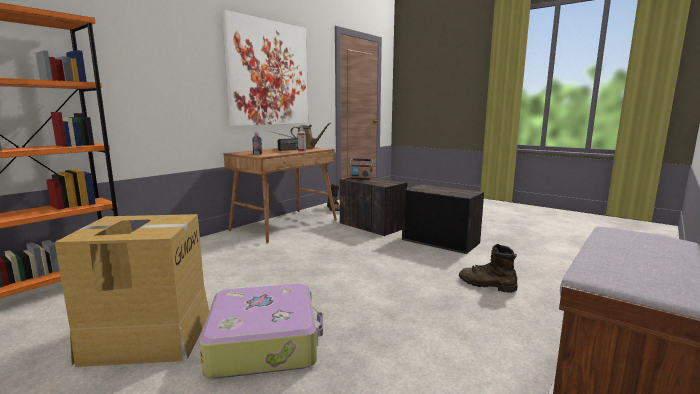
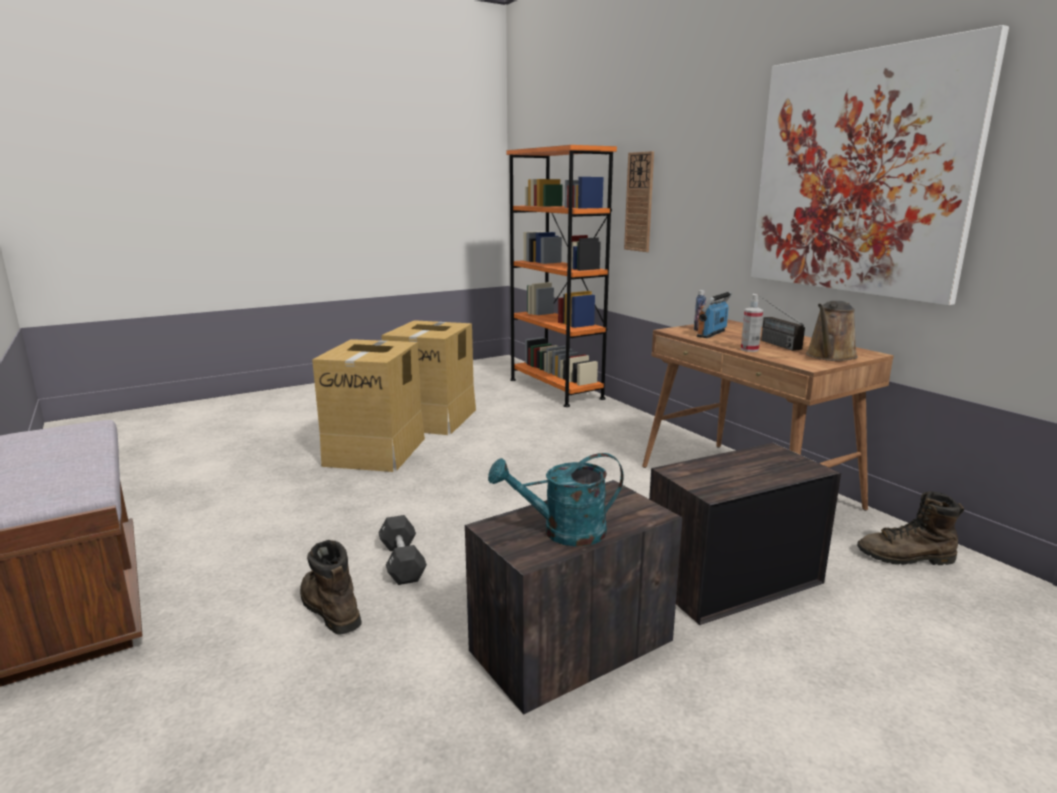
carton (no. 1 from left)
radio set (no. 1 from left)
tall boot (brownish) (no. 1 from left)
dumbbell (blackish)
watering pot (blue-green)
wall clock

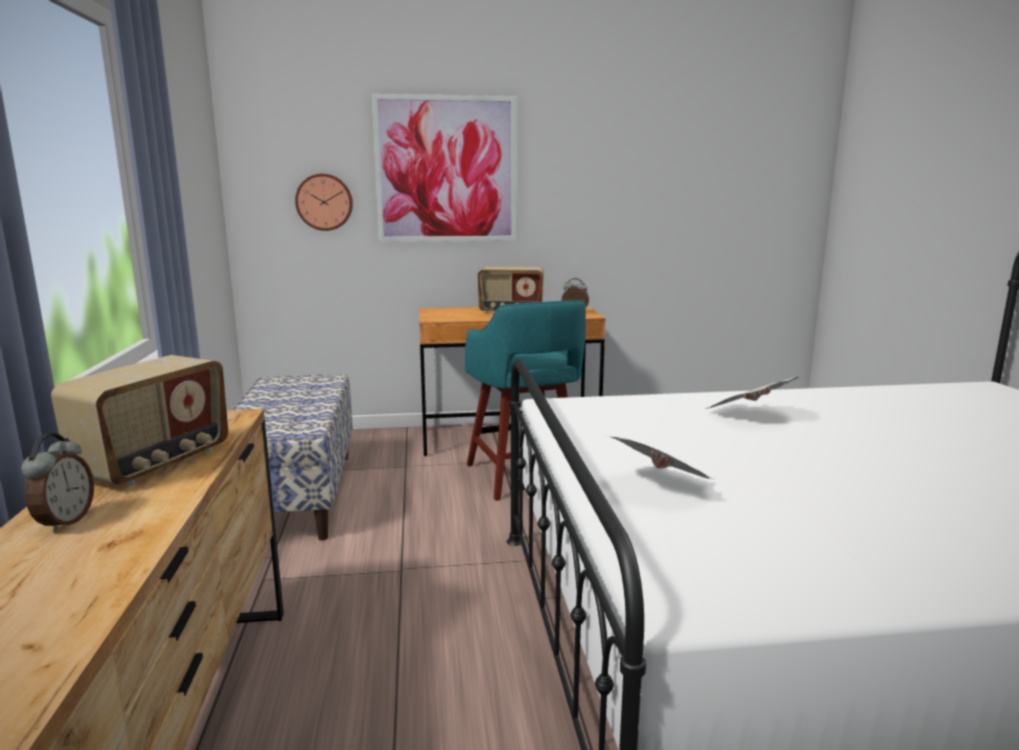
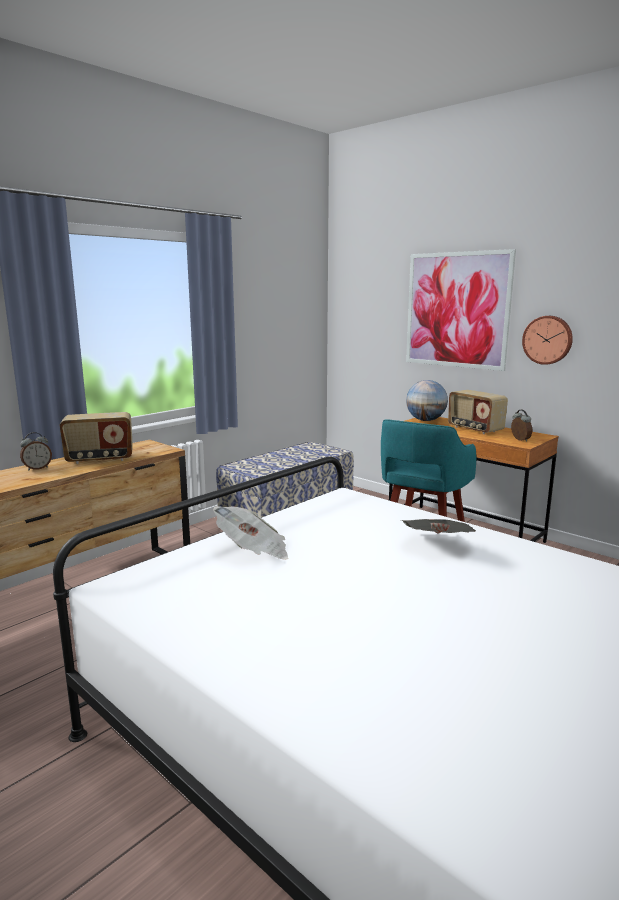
wall clock
world globe

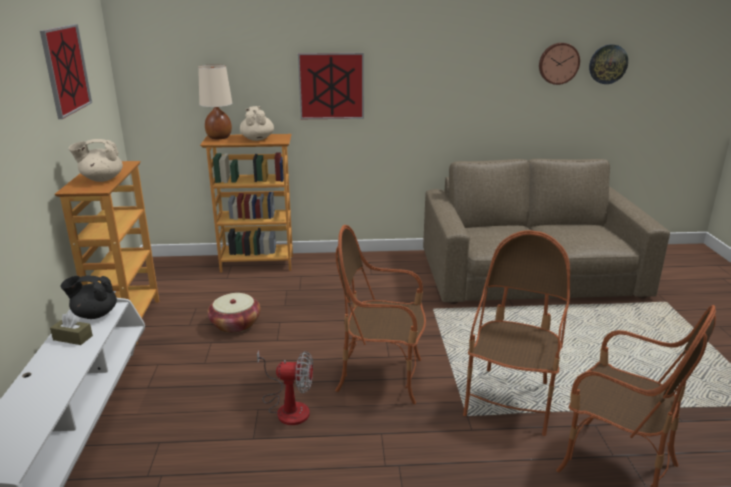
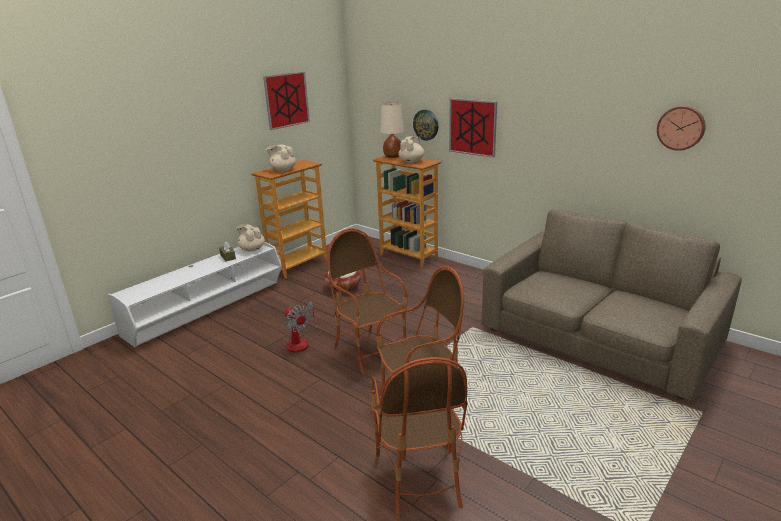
pot for tea (sand-coloured) (no. 1 from left)
wall clock (no. 1 from left)

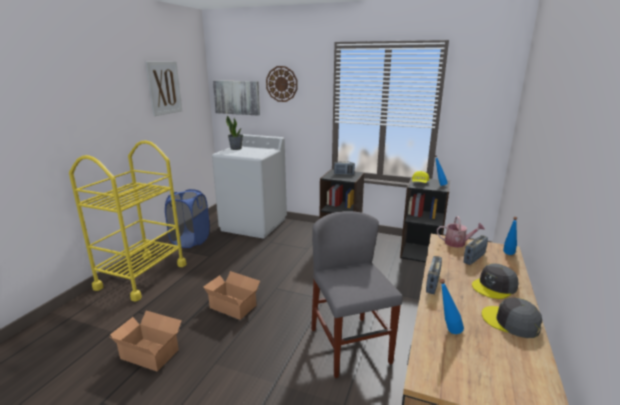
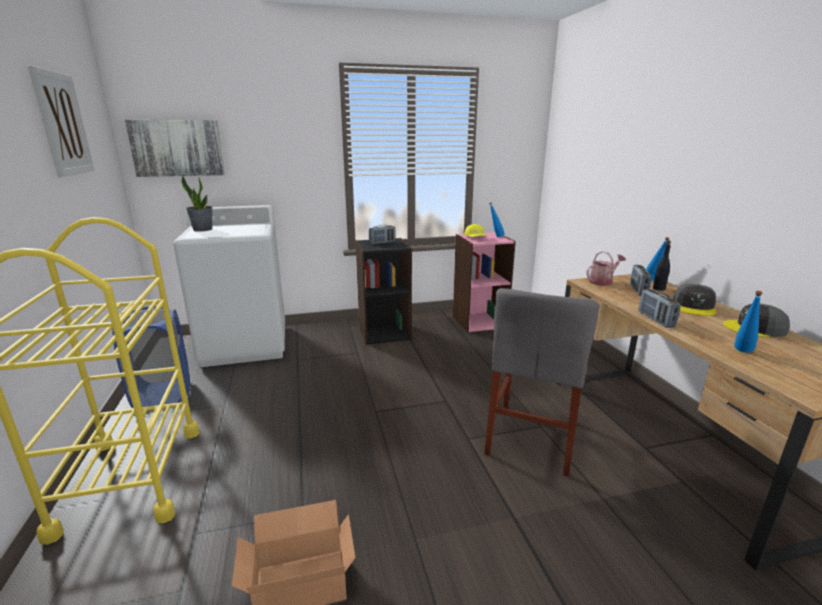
carton (no. 2 from left in the first image)
wall clock
upright chair (greyish)
bookcase (pink-coloured)
bottle (blackish)

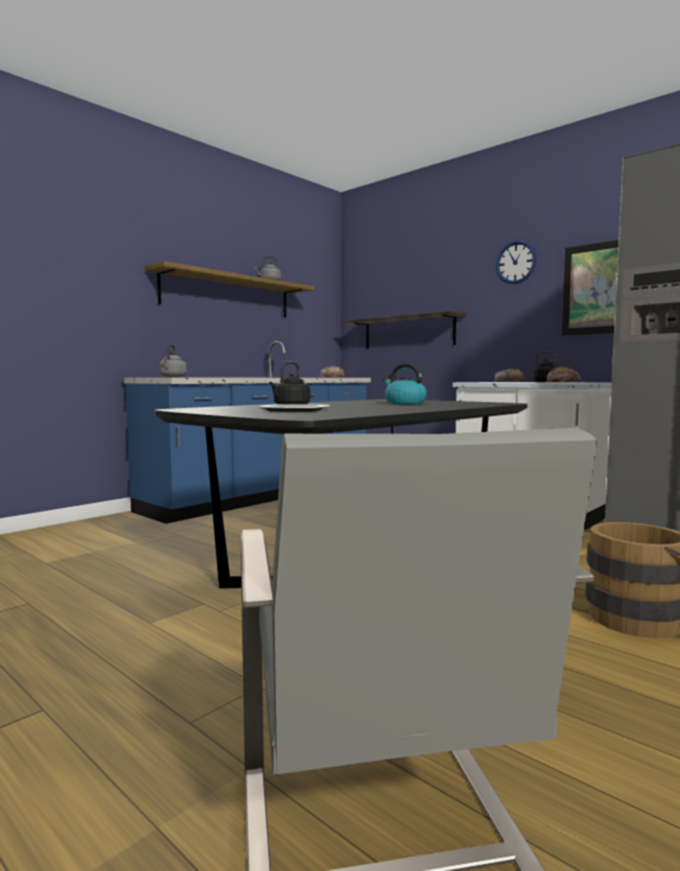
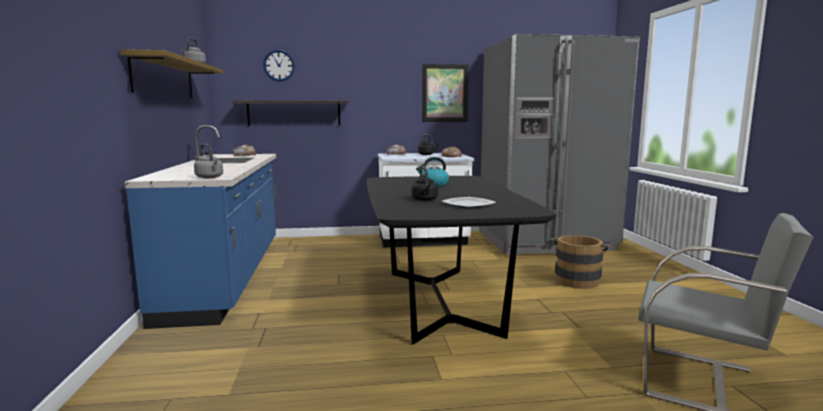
wall clock

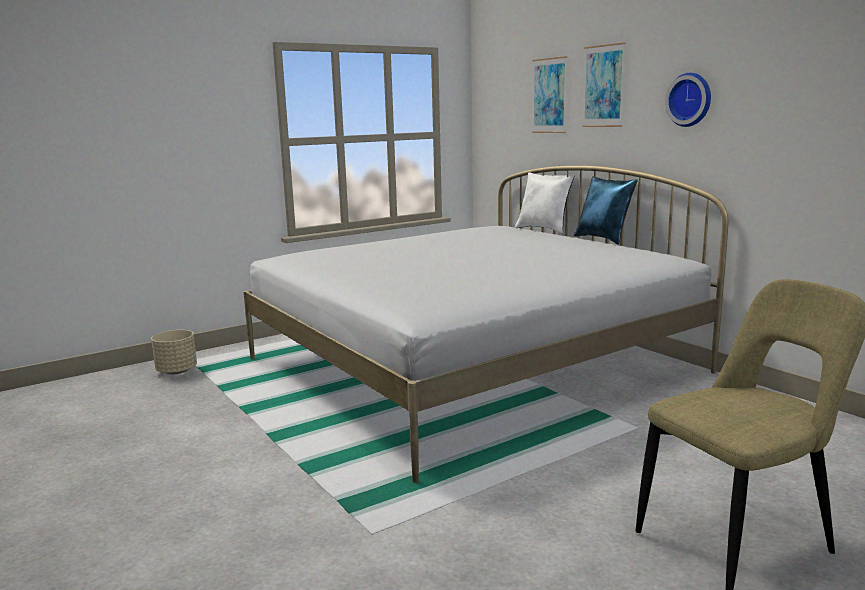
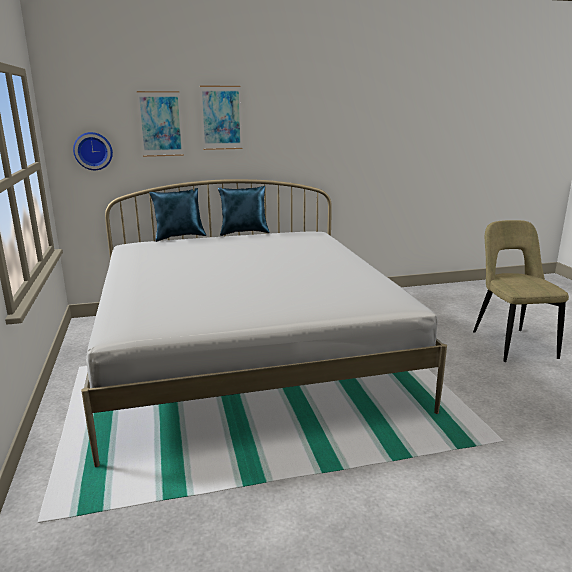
flower pot (sand-coloured)
cushion (blue-coloured) (no. 1 from left)
wall clock

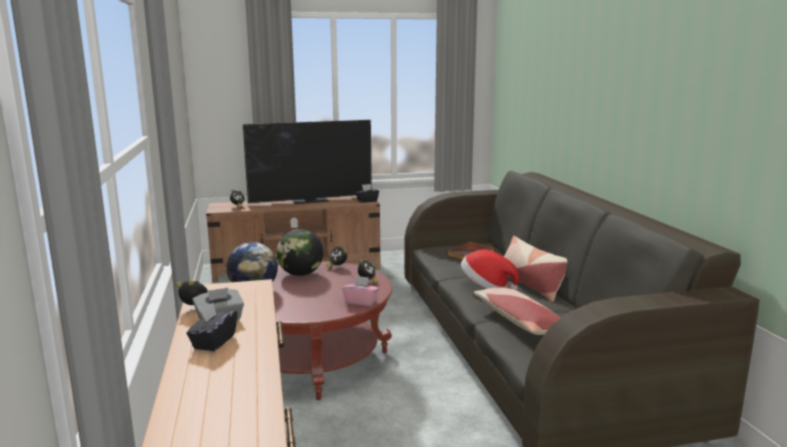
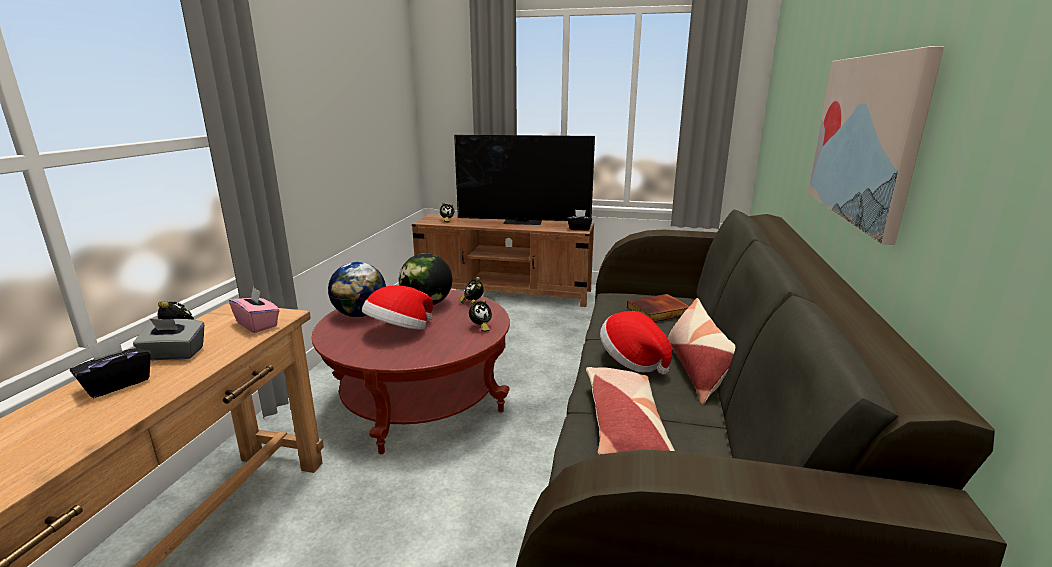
tissue holder (pink-coloured)
clothing hat (no. 1 from left)
wall picture

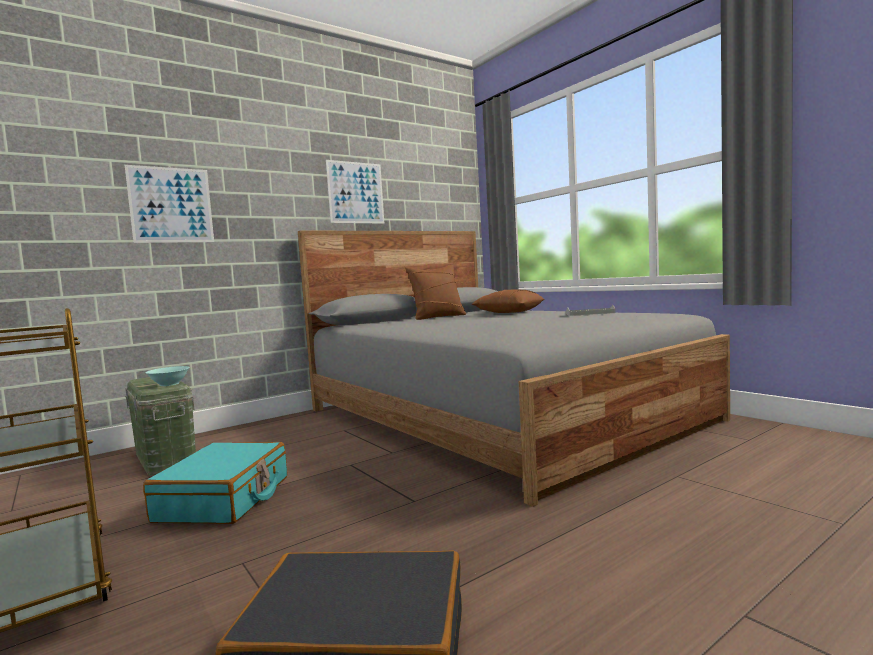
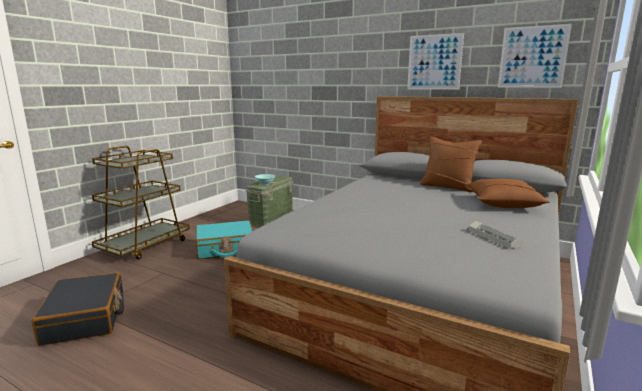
wall picture (no. 2 from left)

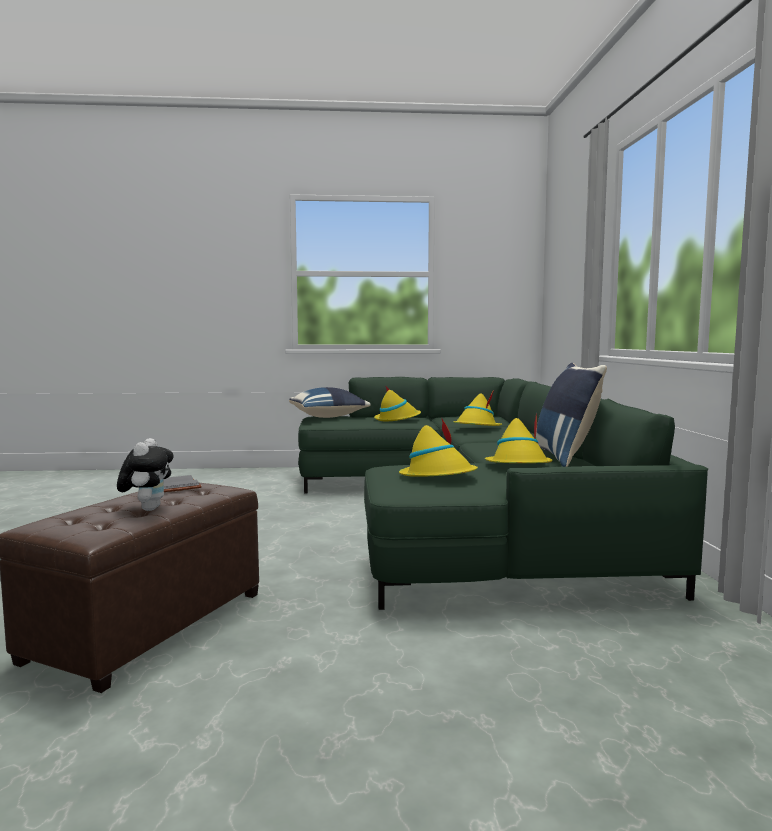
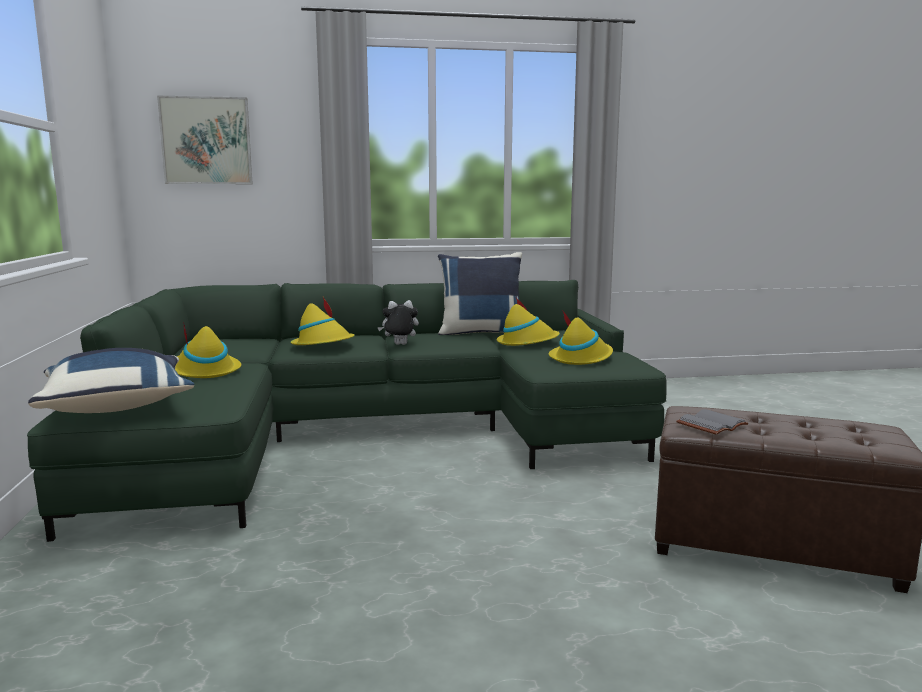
soft toy
wall picture

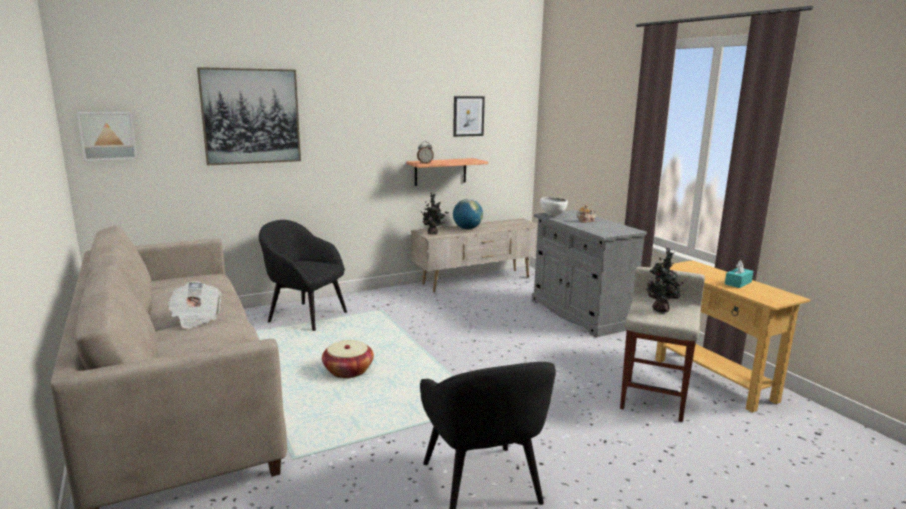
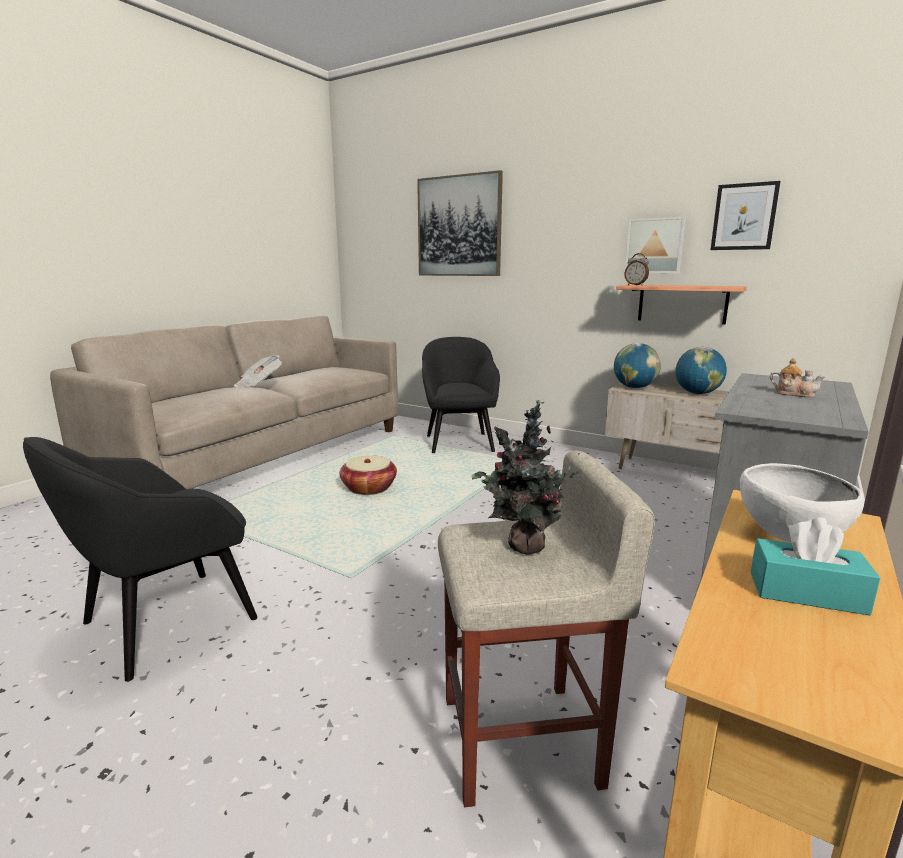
wall picture (no. 2 from left)
world globe (no. 1 from left)
serving bowl (whitish)

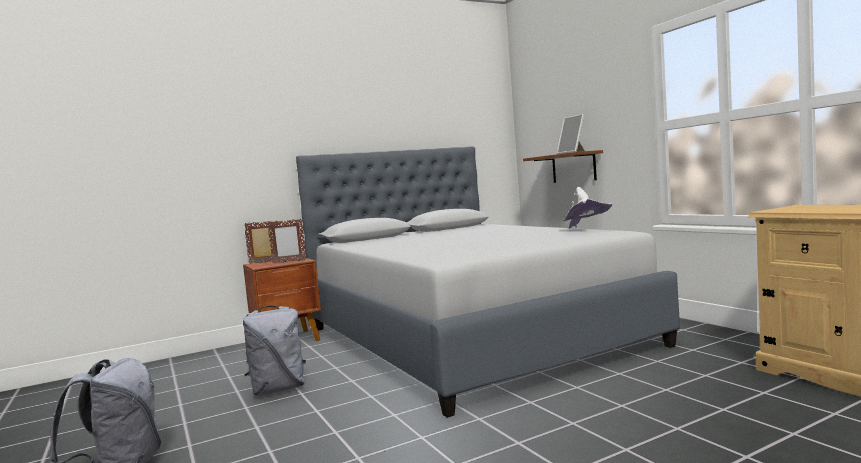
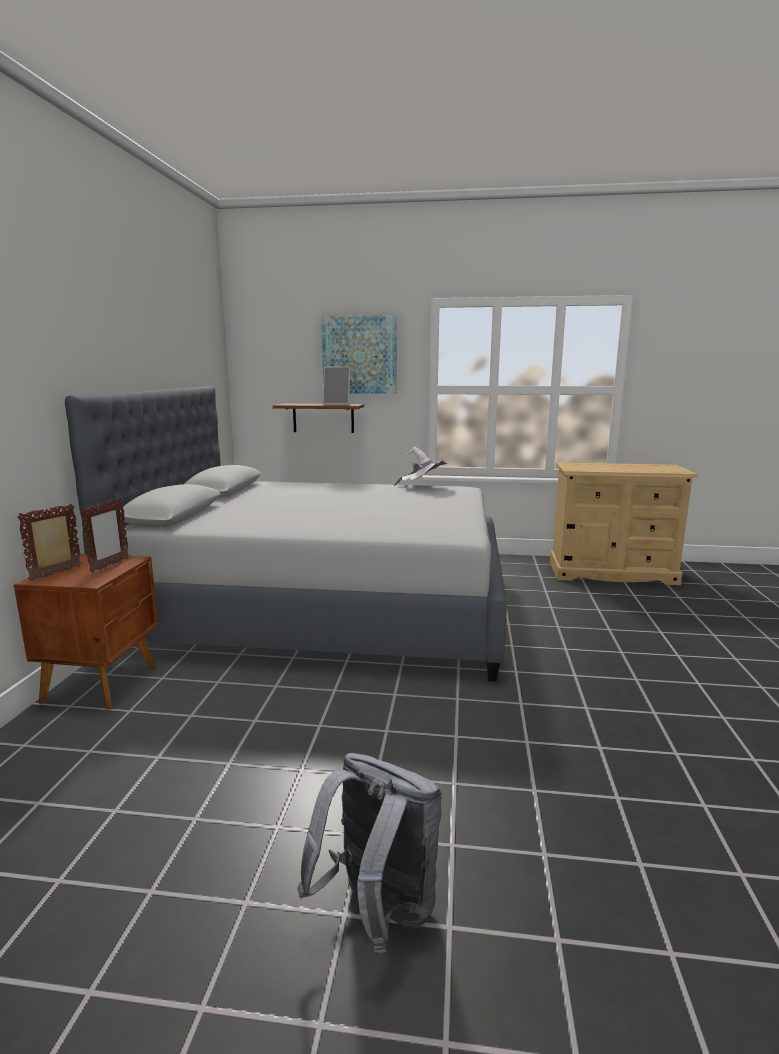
backpack (greyish) (no. 2 from left in the first image)
wall picture

